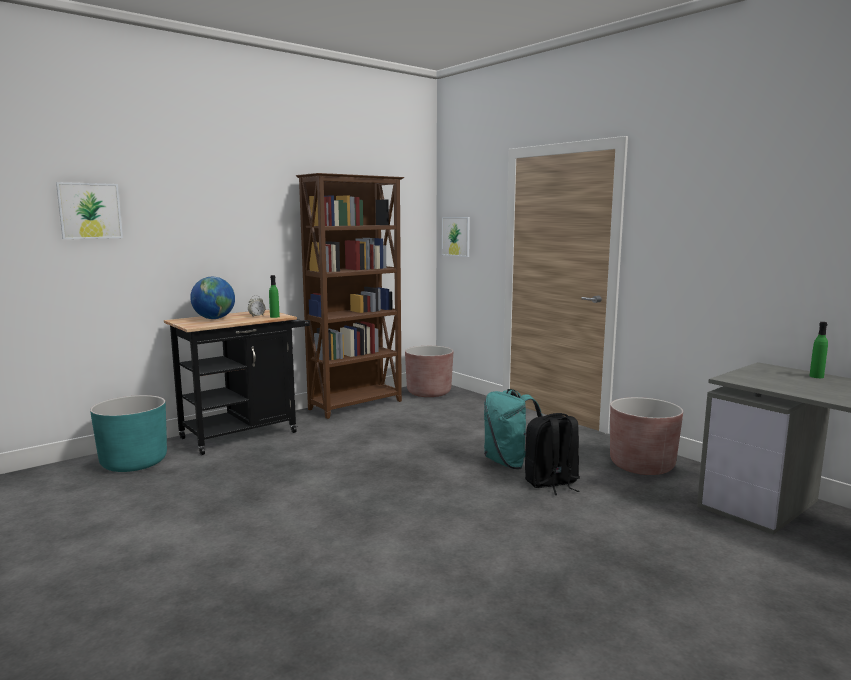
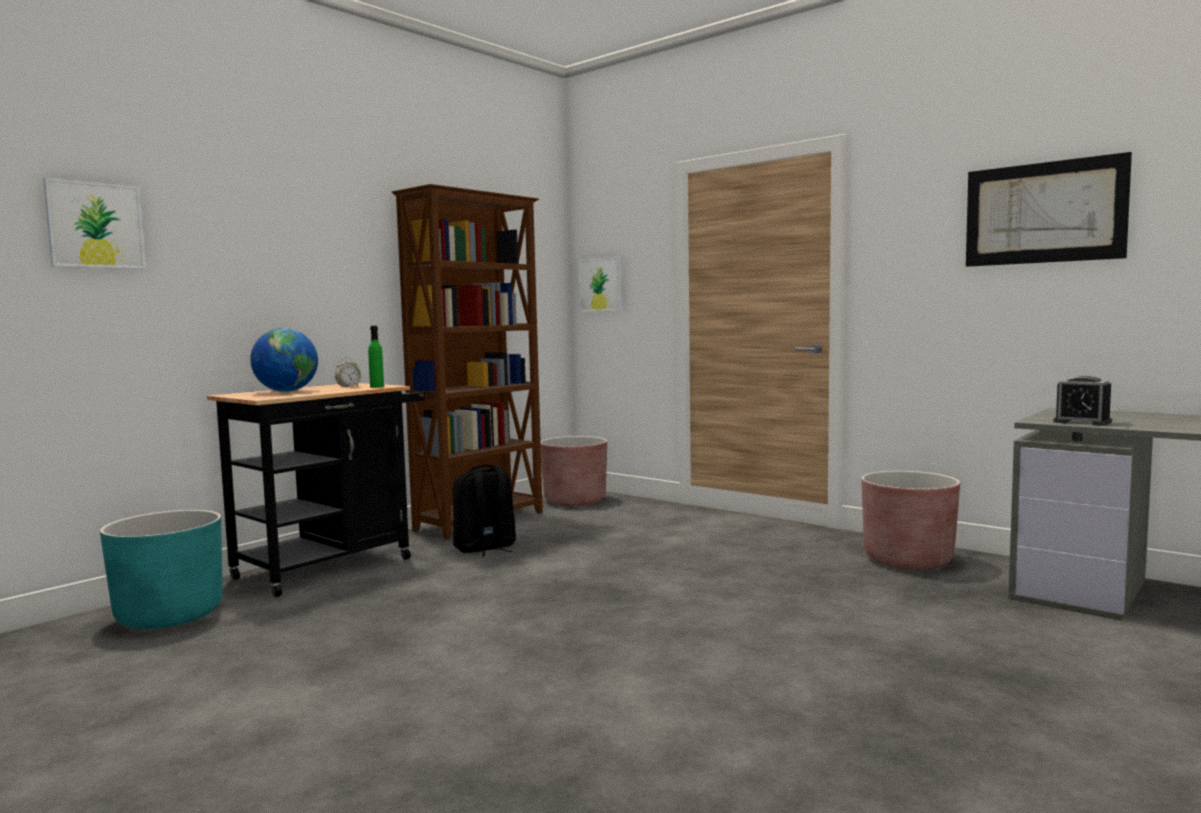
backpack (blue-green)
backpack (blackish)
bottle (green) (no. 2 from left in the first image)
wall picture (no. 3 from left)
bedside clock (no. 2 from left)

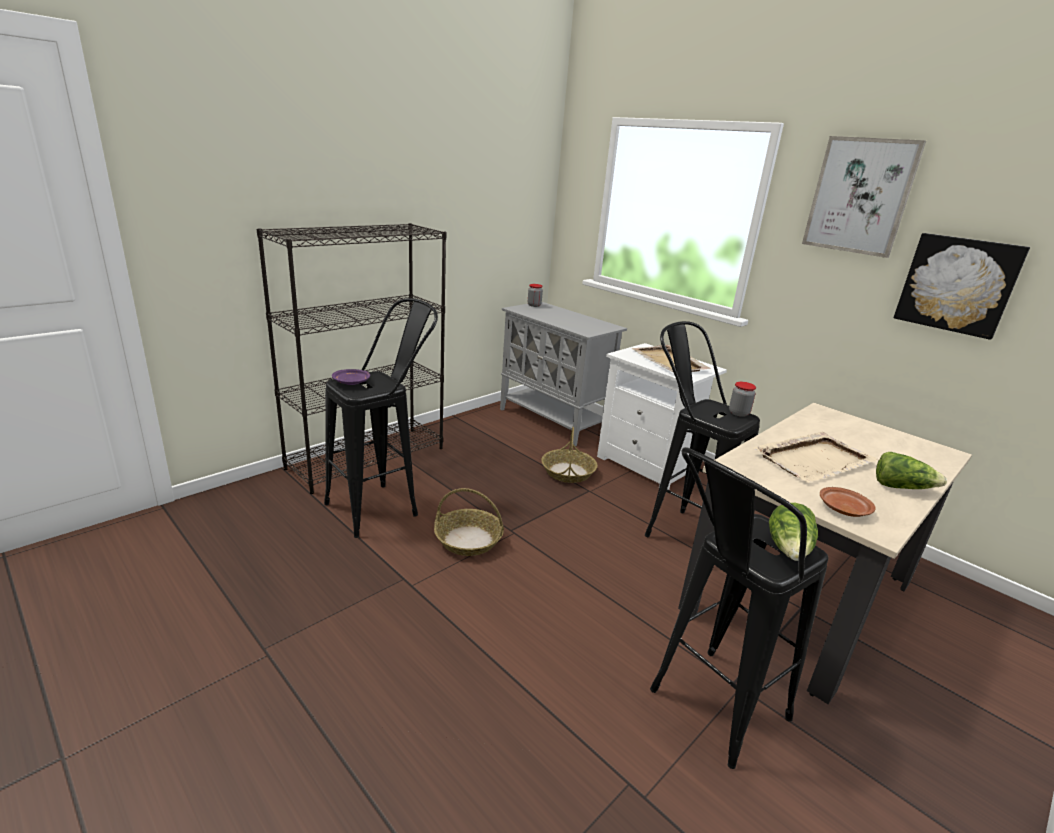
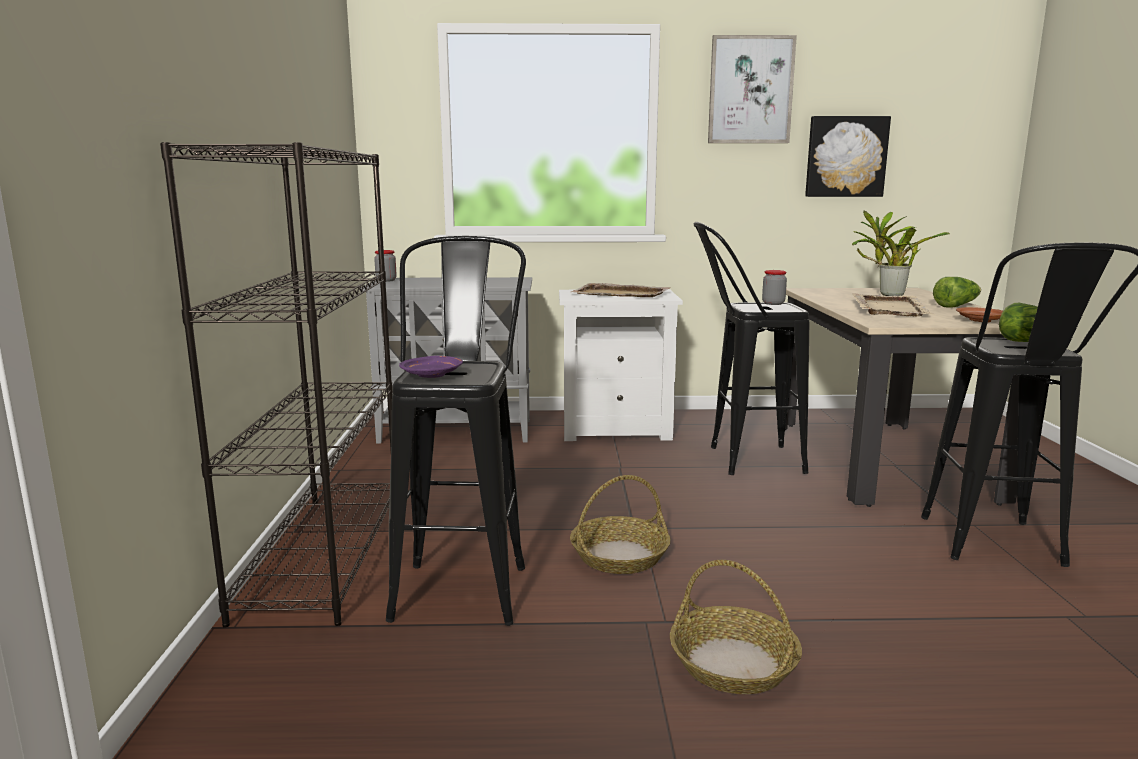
household basket (no. 2 from left)
houseplant

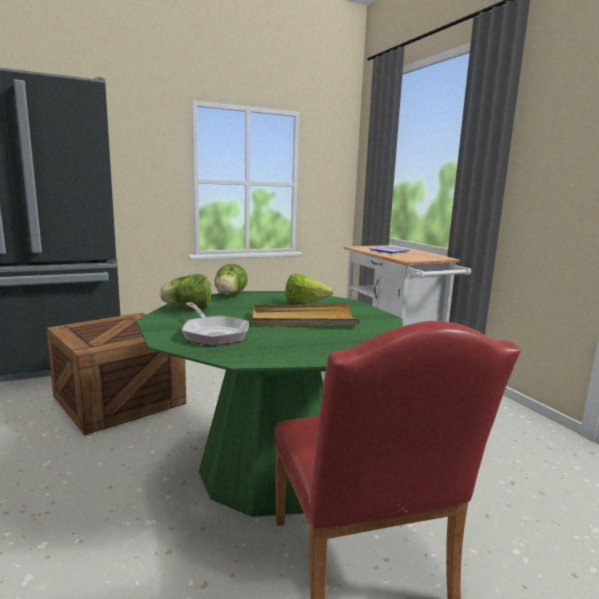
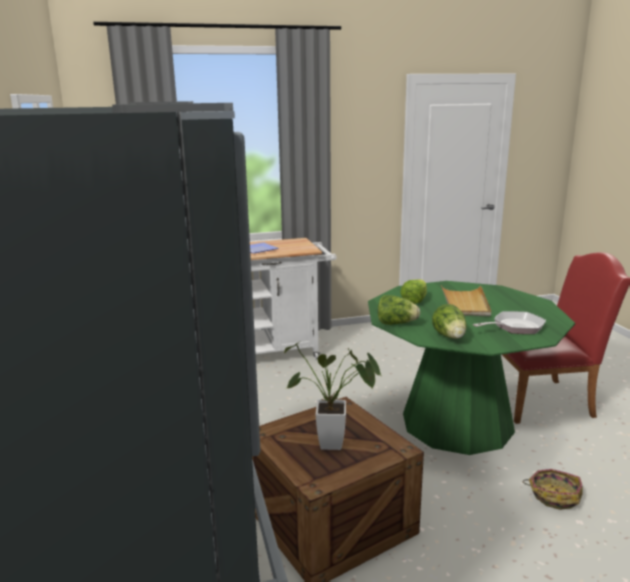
houseplant
household basket

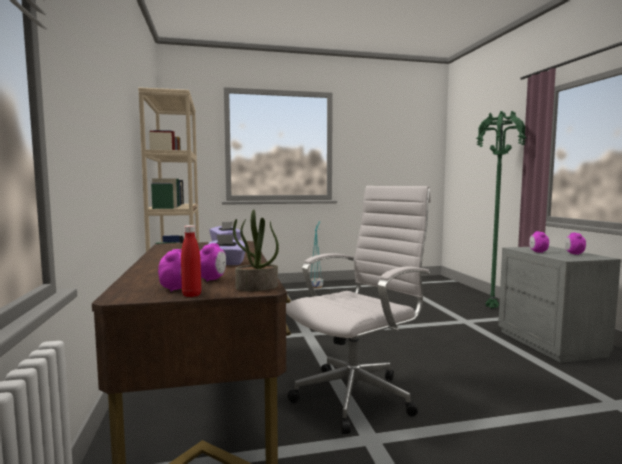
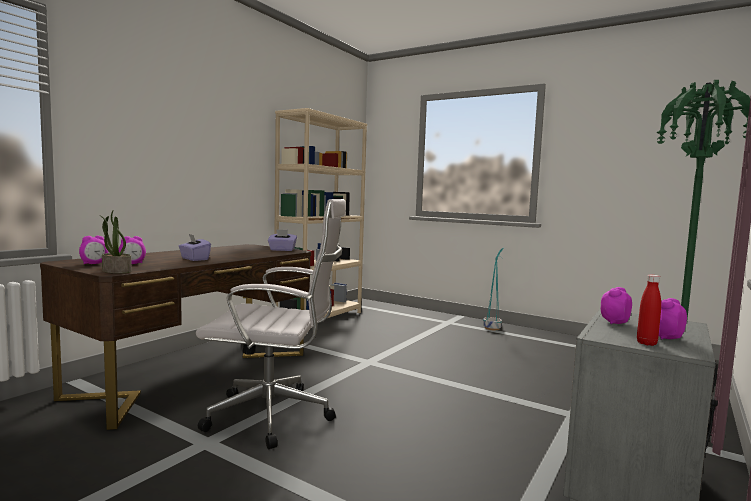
bottle (red)

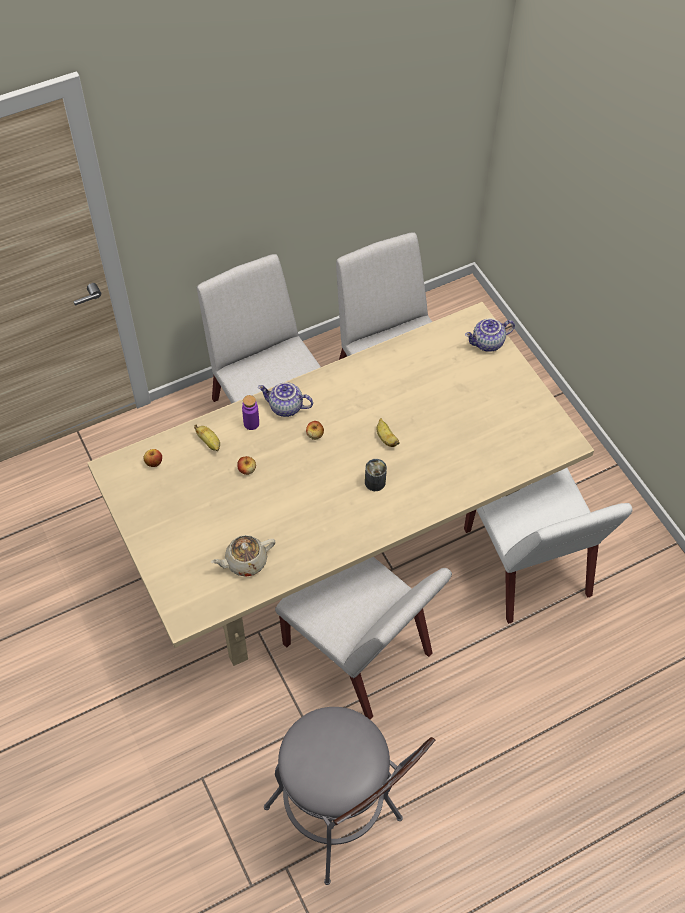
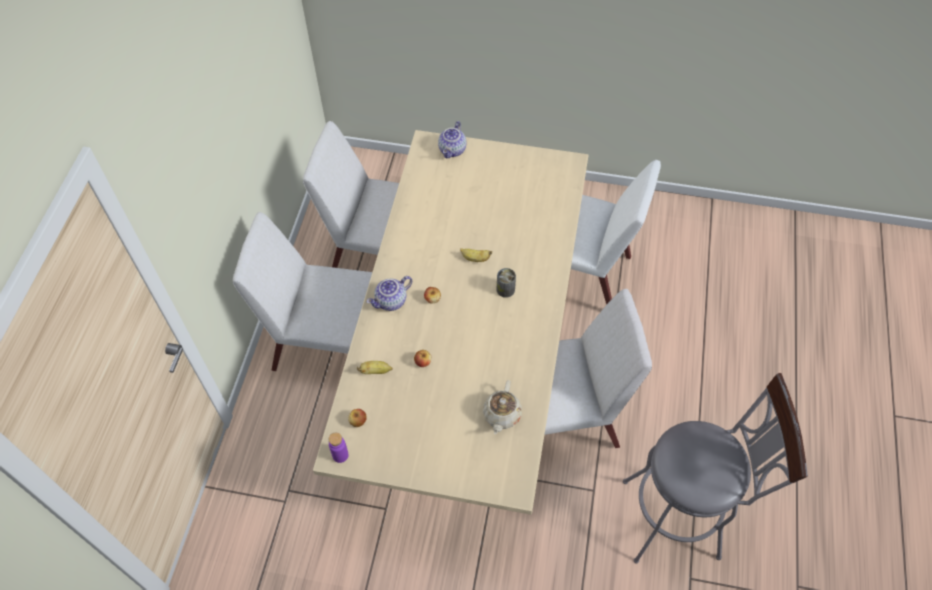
bottle (purple-coloured)

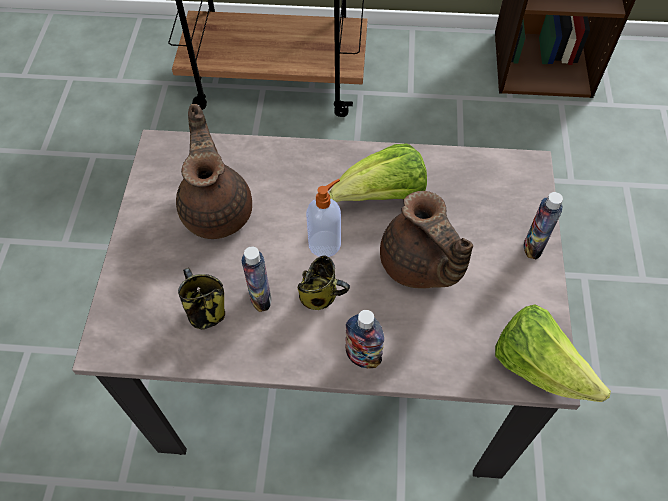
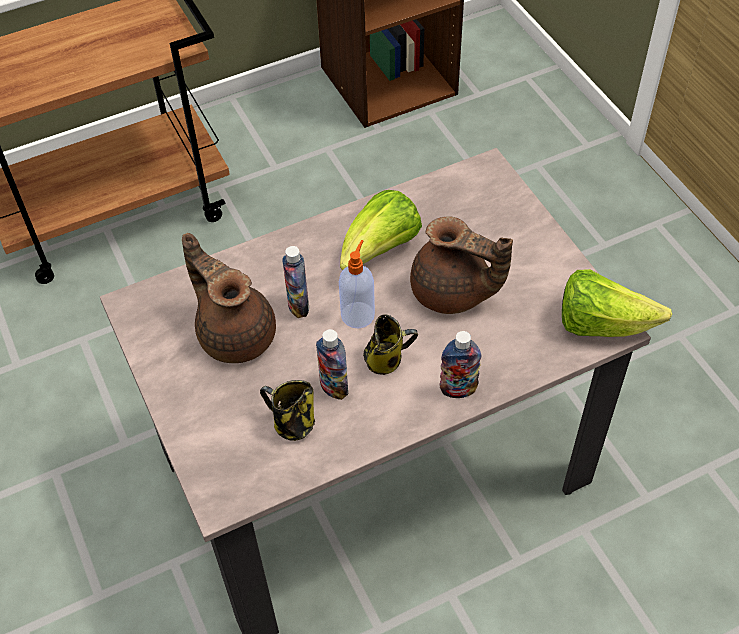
bottle (no. 1 from left)

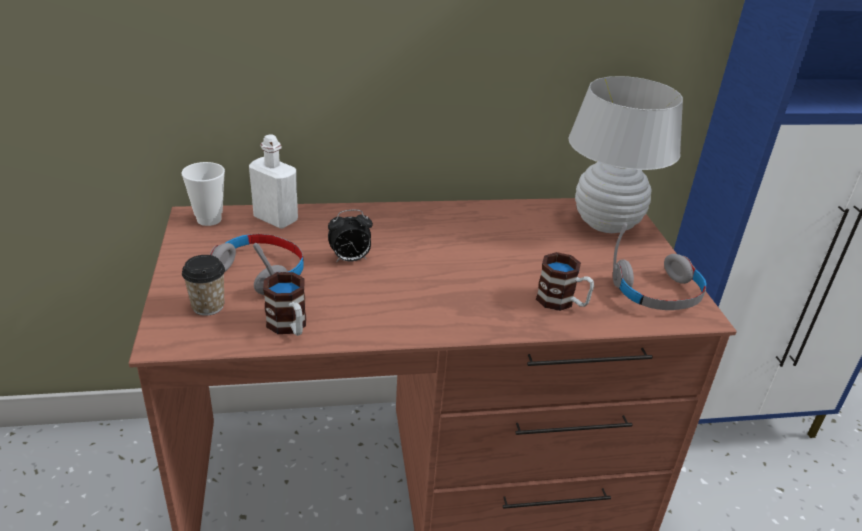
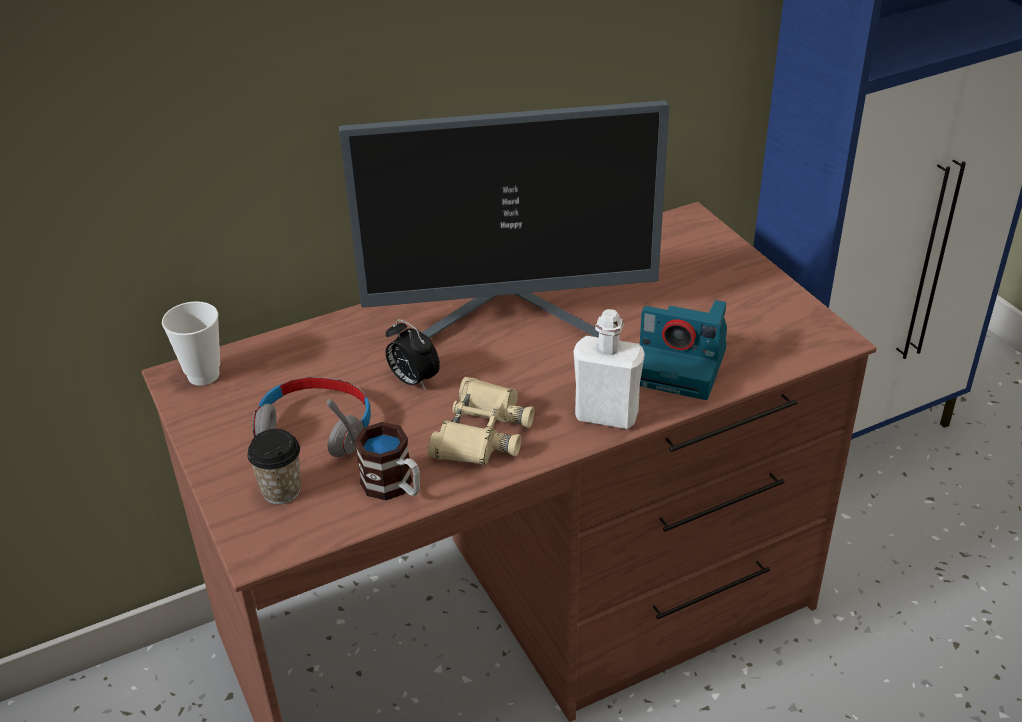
bottle (whitish)
bedside clock
photo camera
table lamp (whitish)
pair of headphones (greyish) (no. 2 from left in the first image)
computer screen
binoculars (sand-coloured)

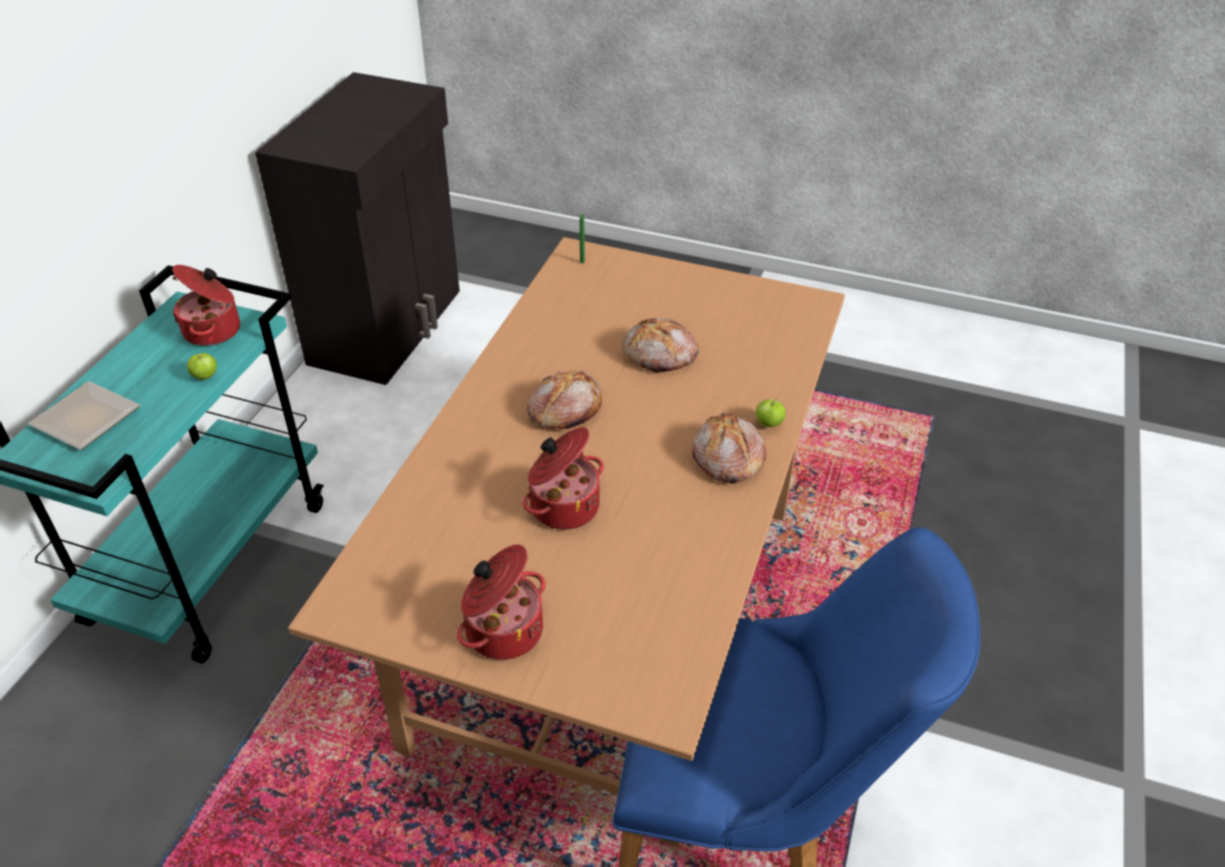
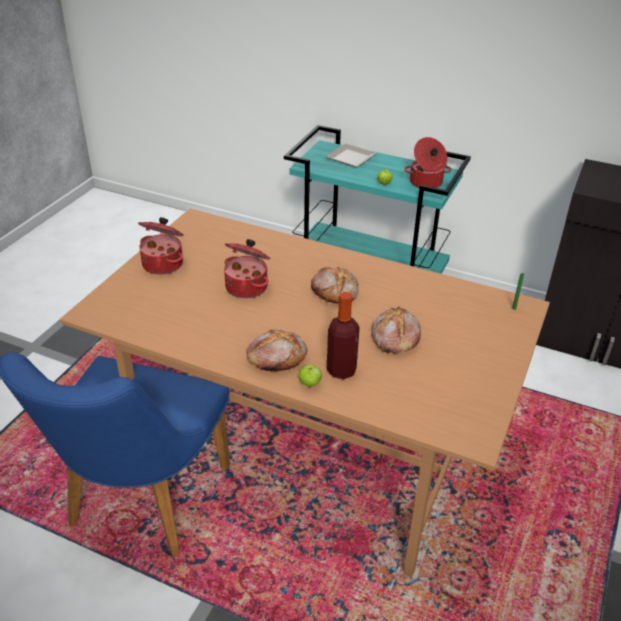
bottle

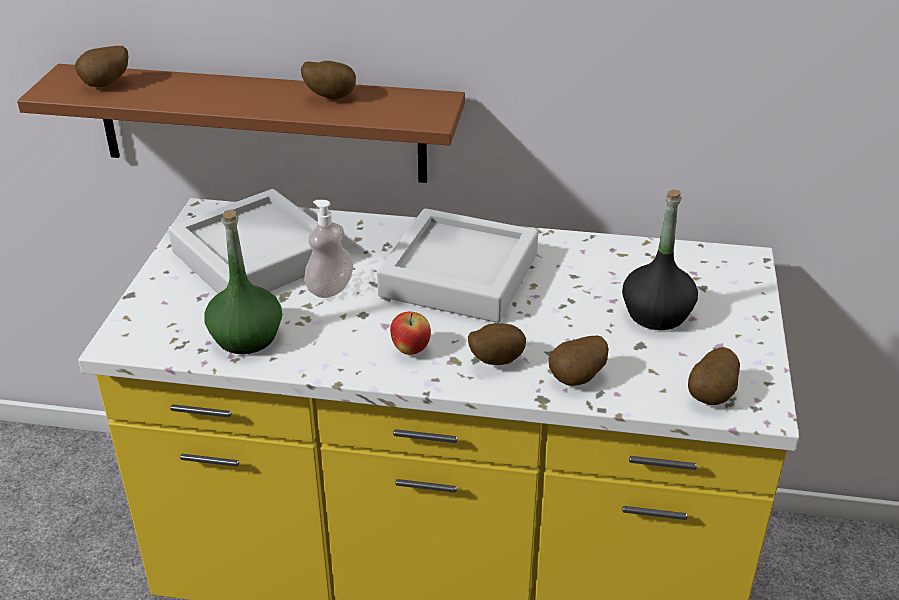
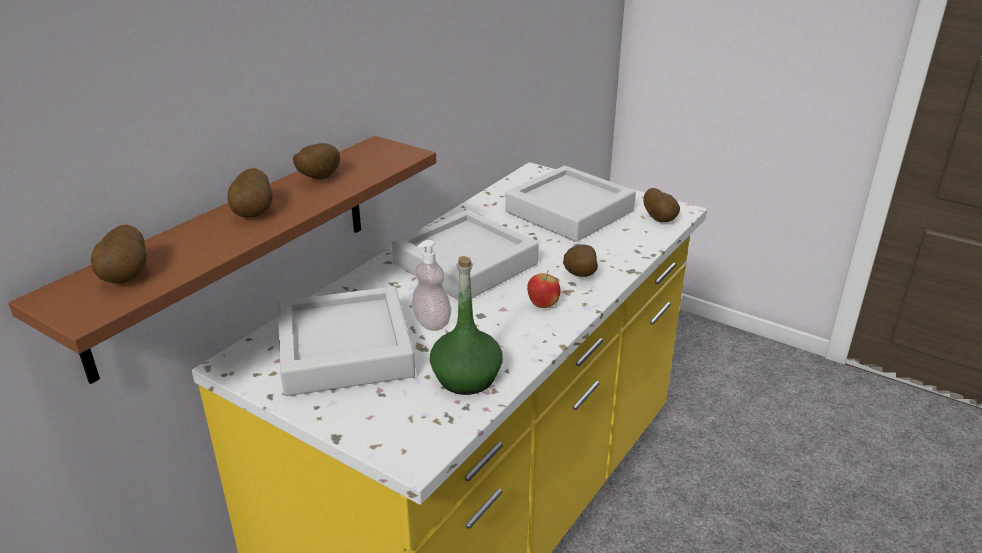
whole potato (no. 2 from left)
carrying tray (greyish) (no. 3 from left)

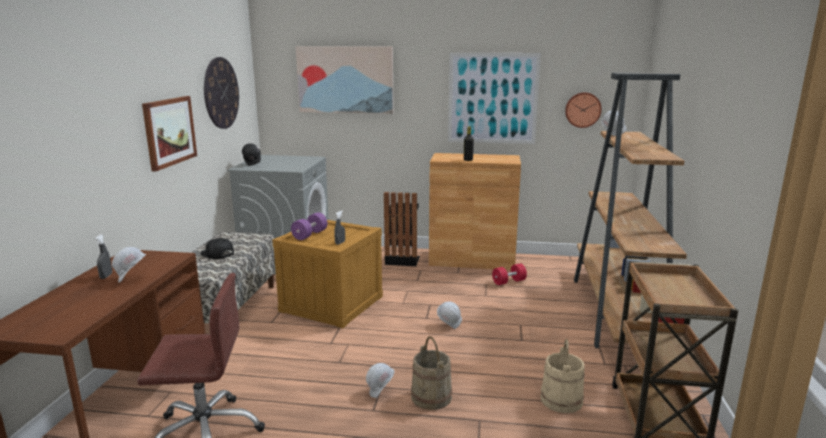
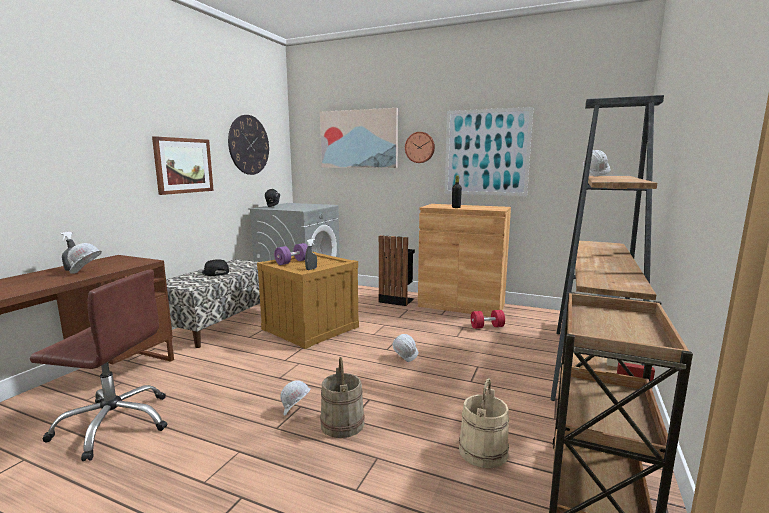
wall clock (no. 2 from left)

